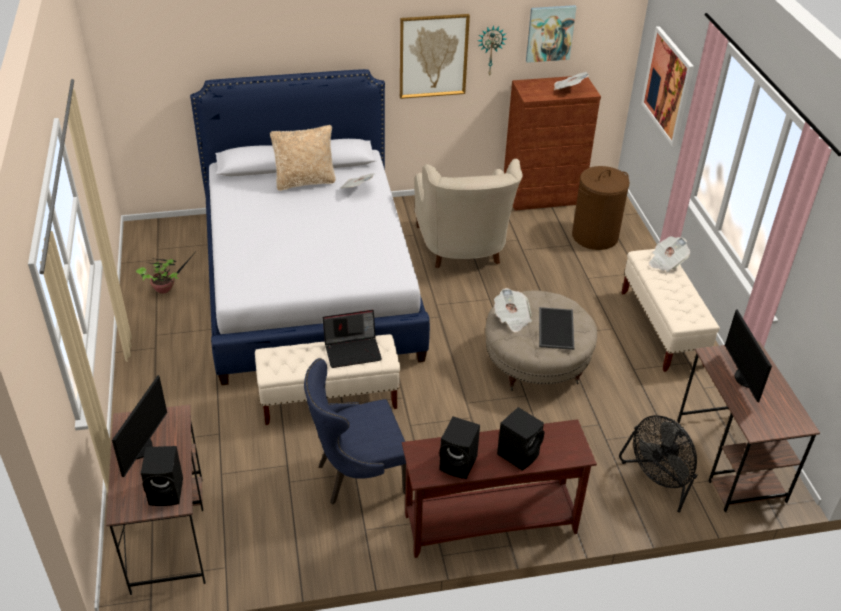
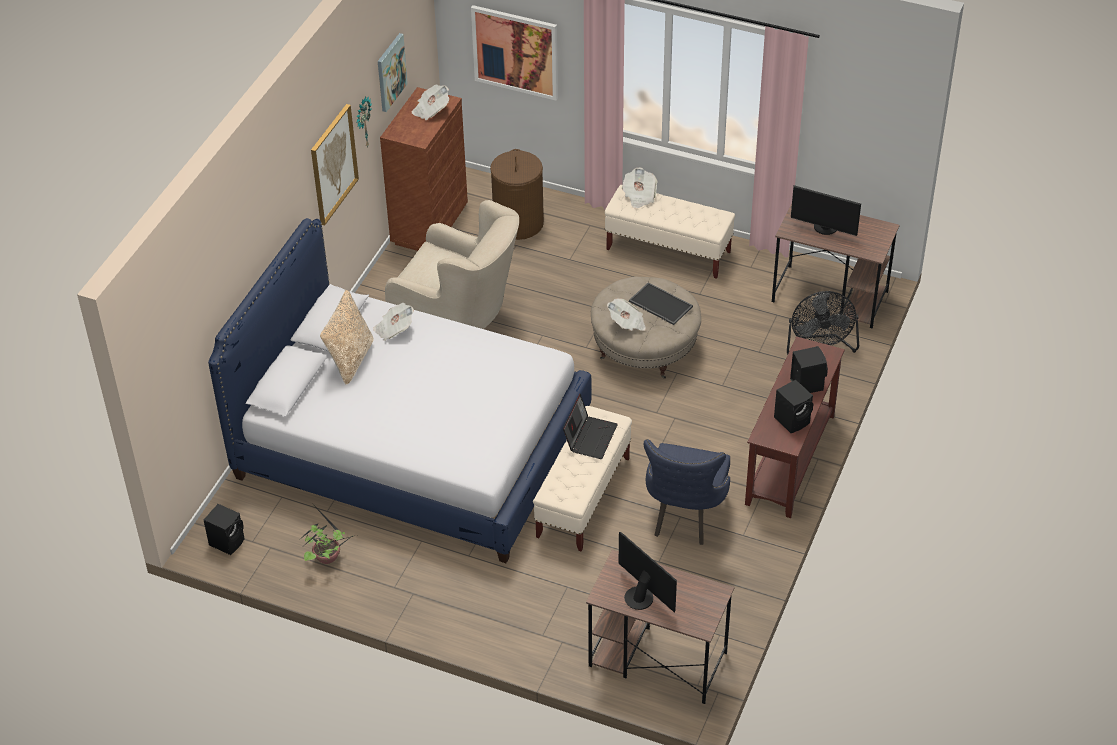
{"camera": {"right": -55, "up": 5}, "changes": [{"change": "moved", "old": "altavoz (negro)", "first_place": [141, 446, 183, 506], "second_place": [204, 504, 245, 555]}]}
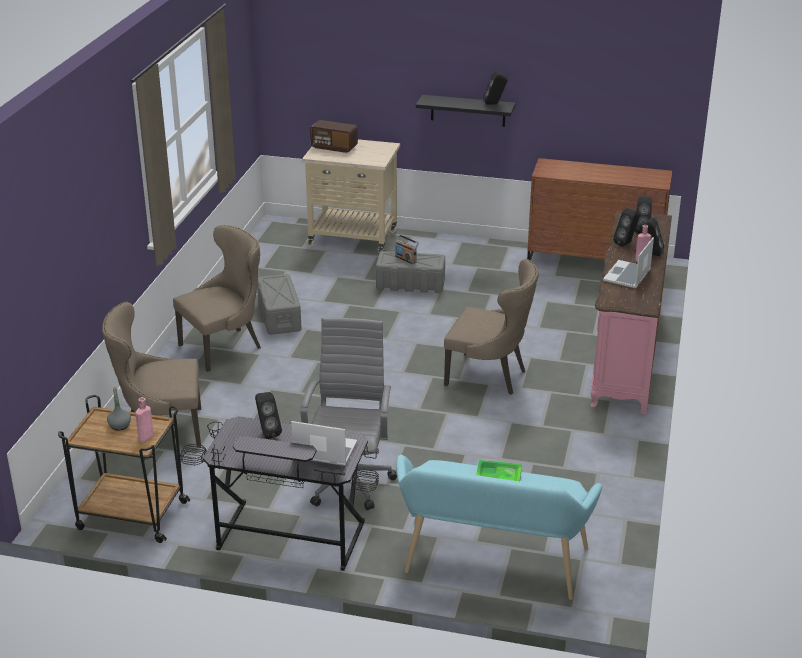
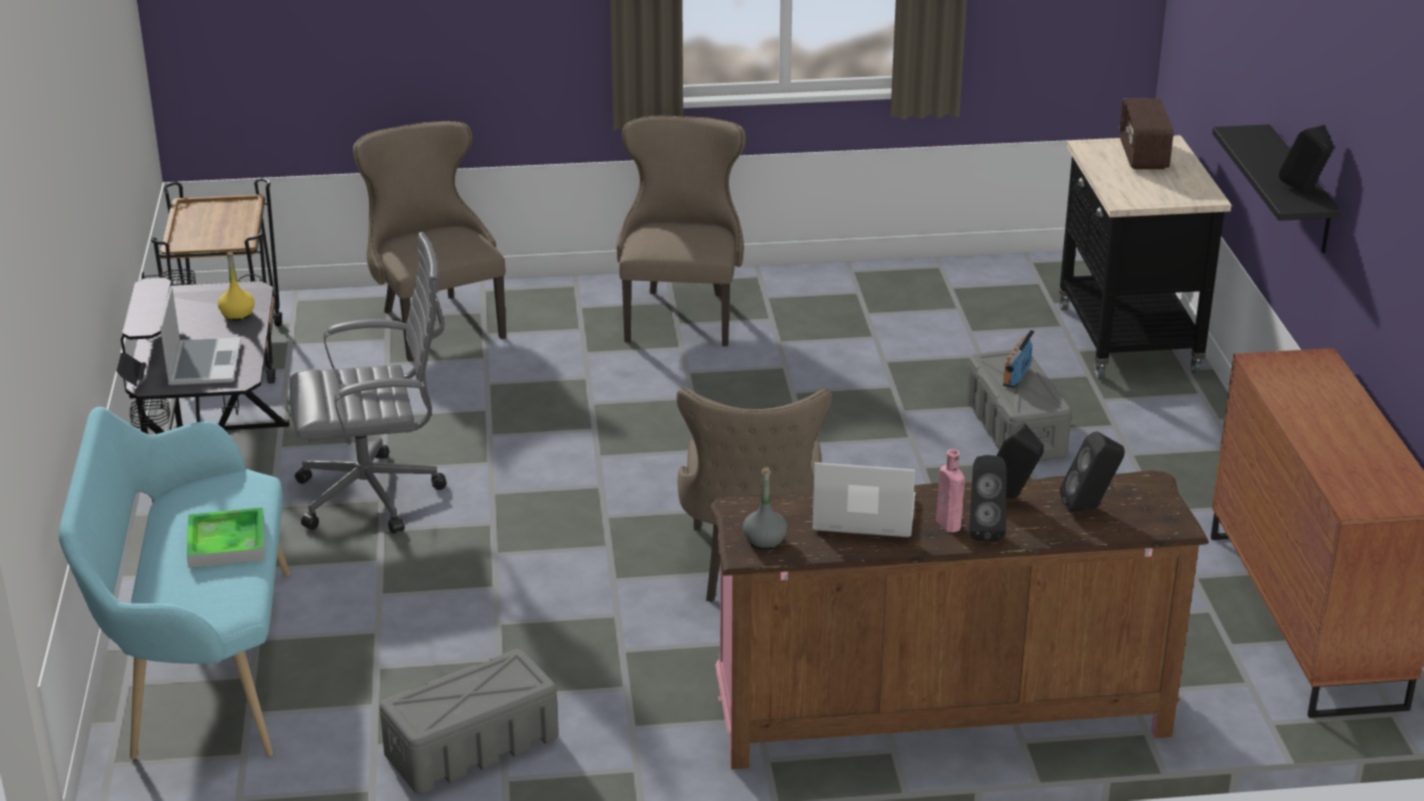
{"camera": {"right": 70, "up": 0}, "changes": [{"change": "moved", "old": "botella (gris)", "first_place": [107, 387, 131, 431], "second_place": [743, 467, 787, 550]}, {"change": "removed", "old": "botella (rosa)", "first_place": [136, 397, 154, 442]}, {"change": "turned", "old": "silla (beis)", "first_place": [173, 225, 261, 372], "second_place": [617, 115, 746, 347], "degrees": -120}, {"change": "replaced", "old": "altavoz (negro)", "new": "botella (amarillo)", "first_place": [255, 392, 282, 439], "second_place": [218, 252, 255, 321]}, {"change": "moved", "old": "caja de almacenaje (gris)", "first_place": [257, 274, 302, 335], "second_place": [379, 649, 559, 794]}, {"change": "recoloured", "old": "carrito (beis)", "new": "carrito (negro)", "first_place": [302, 139, 400, 254], "second_place": [1059, 135, 1231, 379]}]}
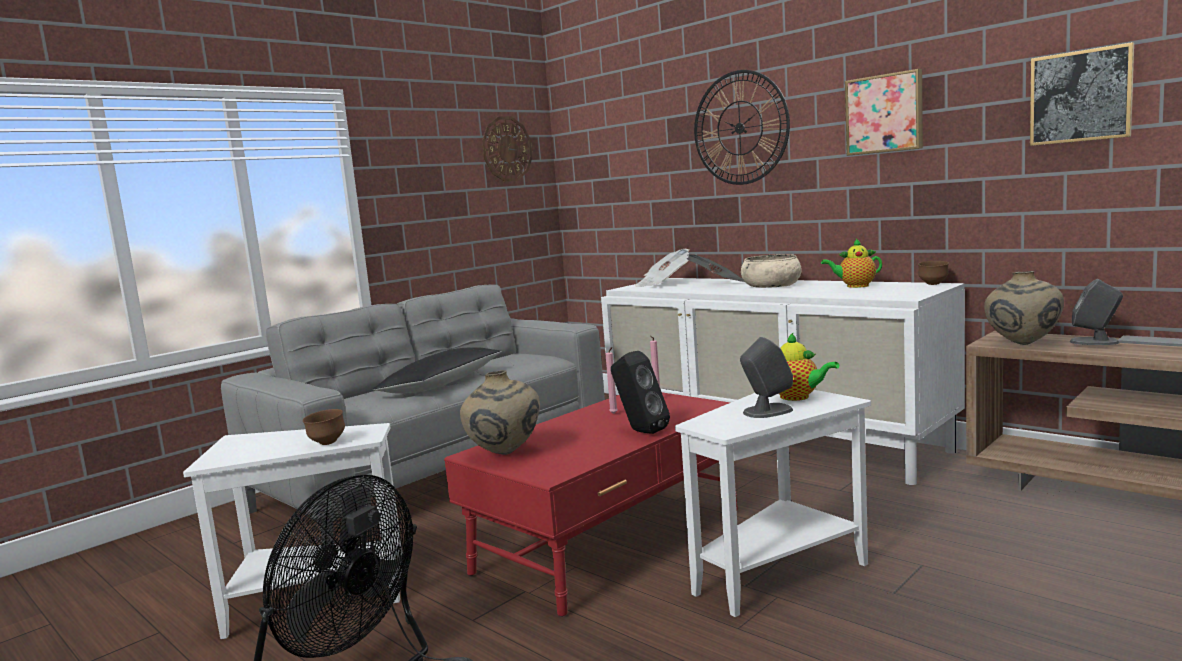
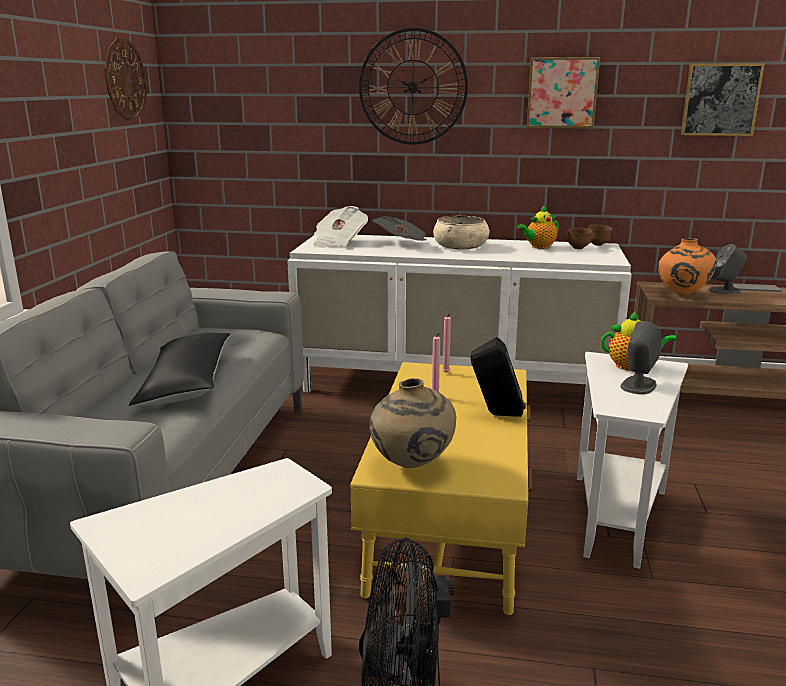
{"camera": {"right": -35, "up": 10}, "changes": [{"change": "moved", "old": "cuenco (marrón)", "first_place": [303, 409, 345, 445], "second_place": [567, 228, 592, 249]}, {"change": "recoloured", "old": "mesa de centro (rojo)", "new": "mesa de centro (amarillo)", "first_place": [444, 392, 738, 616], "second_place": [350, 362, 532, 615]}, {"change": "recoloured", "old": "florero (beis)", "new": "florero (naranja)", "first_place": [984, 271, 1064, 345], "second_place": [658, 238, 717, 296]}]}
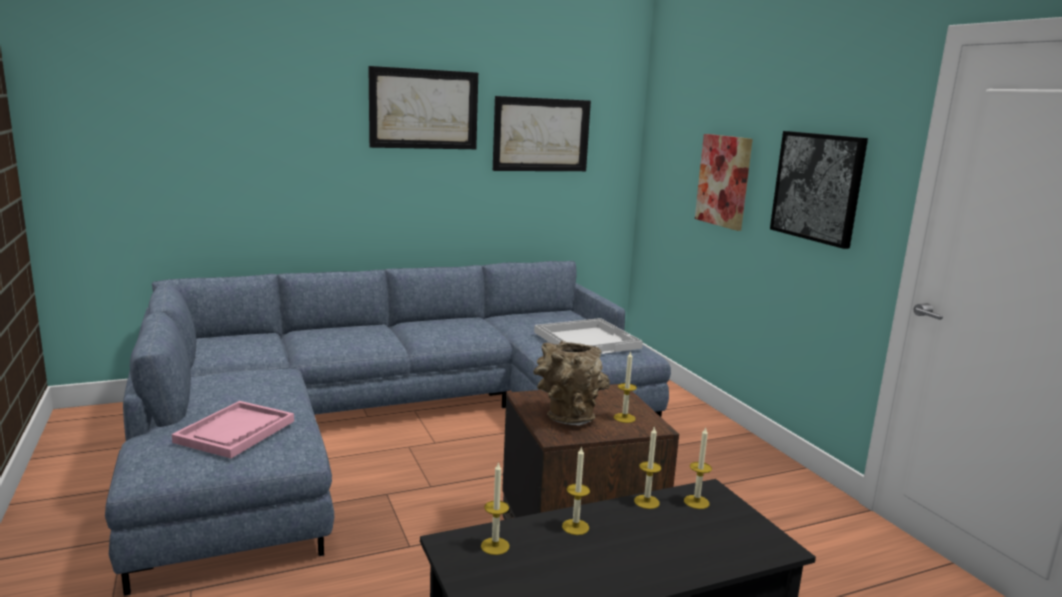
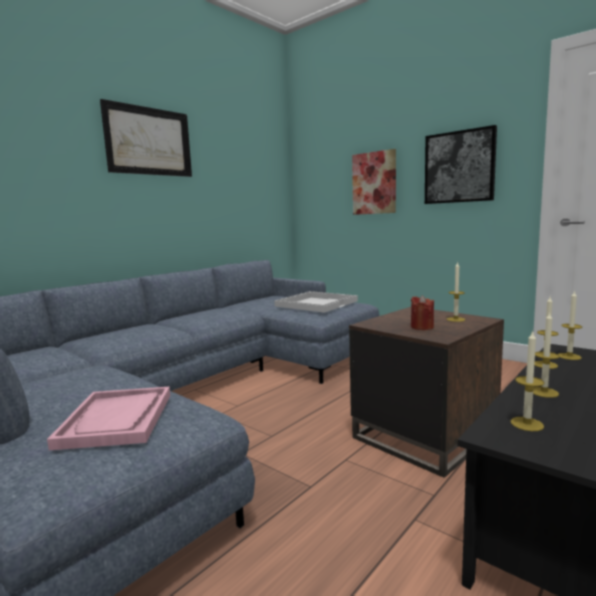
{"camera": {"right": -25, "up": -5}, "changes": [{"change": "removed", "old": "cuadro", "first_place": [493, 96, 591, 171]}, {"change": "replaced", "old": "florero (marrón)", "new": "vela (rojo)", "first_place": [533, 340, 610, 426], "second_place": [411, 295, 434, 330]}]}
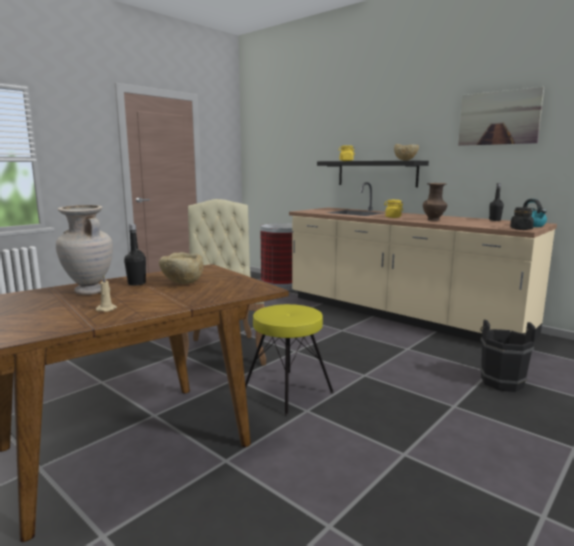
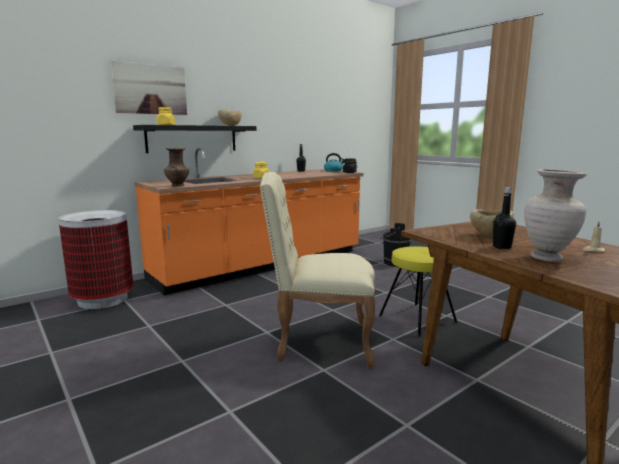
{"camera": {"right": -80, "up": 0}, "changes": [{"change": "recoloured", "old": "mueble bajo de cocina (beis)", "new": "mueble bajo de cocina (naranja)", "first_place": [289, 182, 557, 343], "second_place": [134, 148, 363, 296]}, {"change": "moved", "old": "florero (marrón)", "first_place": [423, 183, 447, 221], "second_place": [164, 148, 189, 187]}, {"change": "moved", "old": "cuadro", "first_place": [458, 87, 544, 146], "second_place": [111, 61, 187, 115]}]}
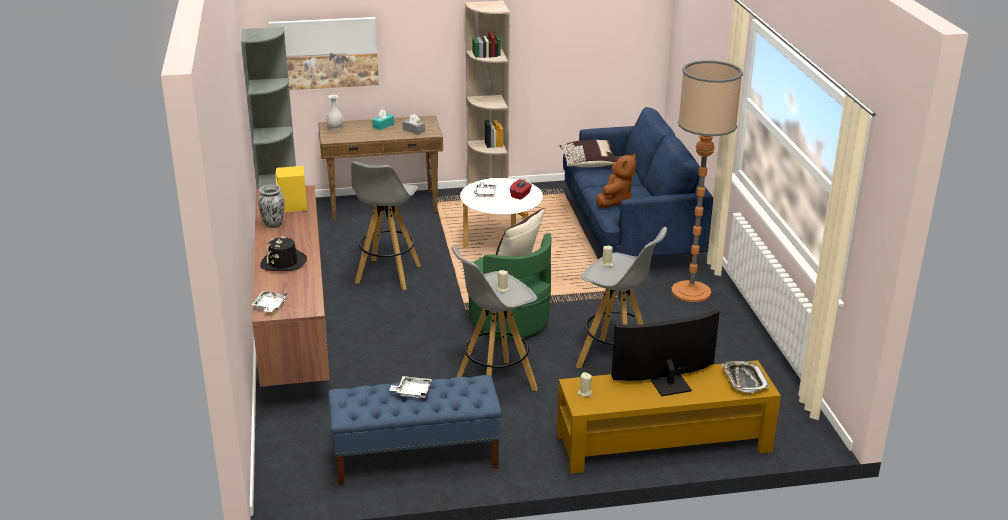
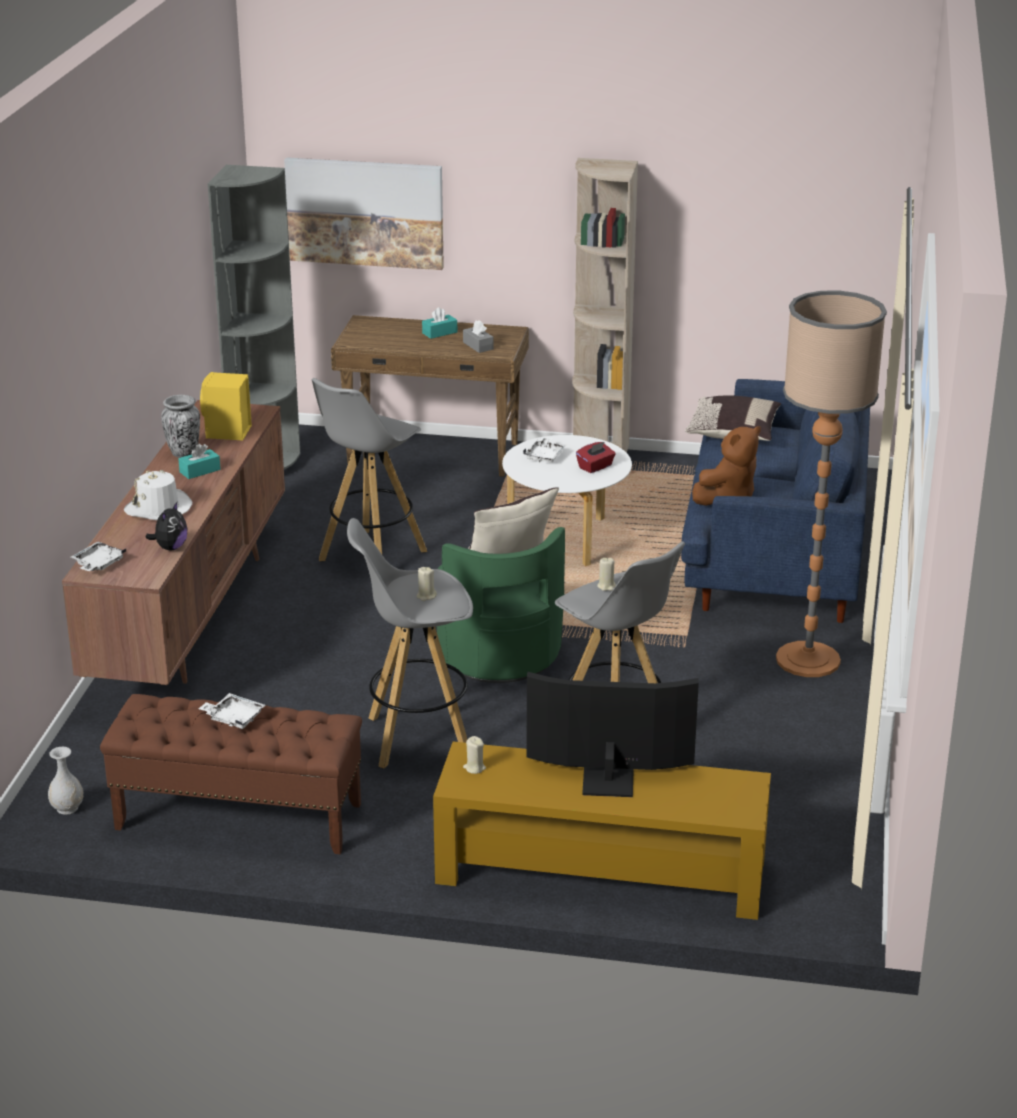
{"camera": {"right": 20, "up": 0}, "changes": [{"change": "recoloured", "old": "sombrero (negro)", "new": "sombrero (blanco)", "first_place": [260, 236, 307, 271], "second_place": [124, 470, 192, 520]}, {"change": "moved", "old": "florero (blanco)", "first_place": [326, 95, 344, 130], "second_place": [48, 747, 83, 815]}, {"change": "recoloured", "old": "banco (azul)", "new": "banco (marrón)", "first_place": [328, 375, 502, 485], "second_place": [100, 694, 362, 854]}, {"change": "removed", "old": "bandeja", "first_place": [722, 361, 769, 393]}, {"change": "added", "new": "peluche", "second_place": [145, 502, 187, 550]}, {"change": "added", "new": "caja de pañuelos (turquesa)", "second_place": [178, 443, 221, 479]}]}
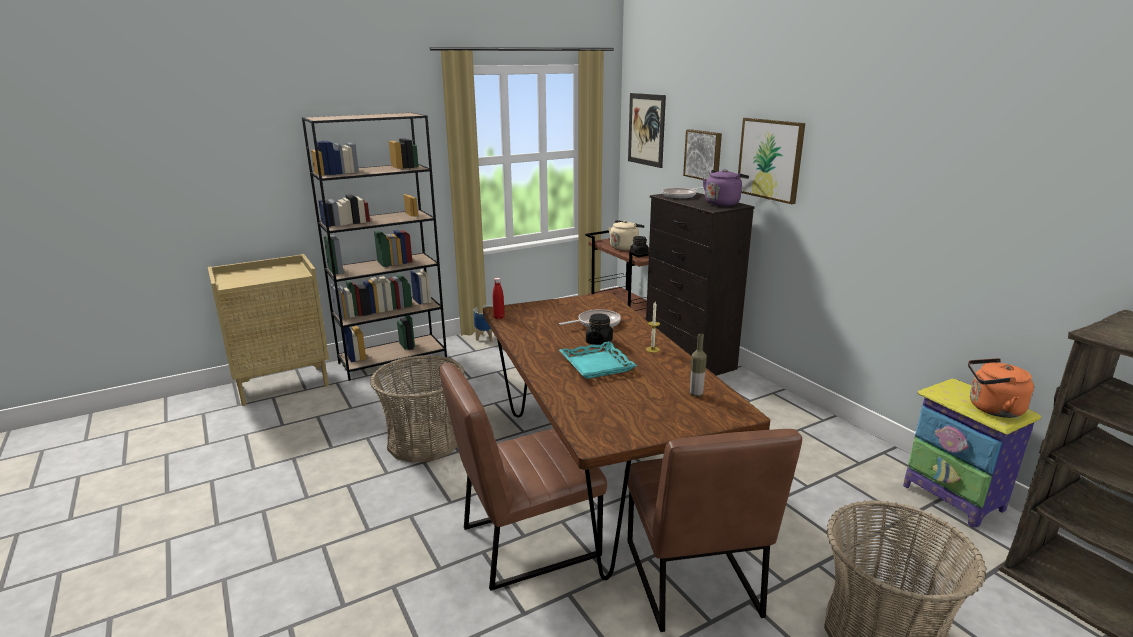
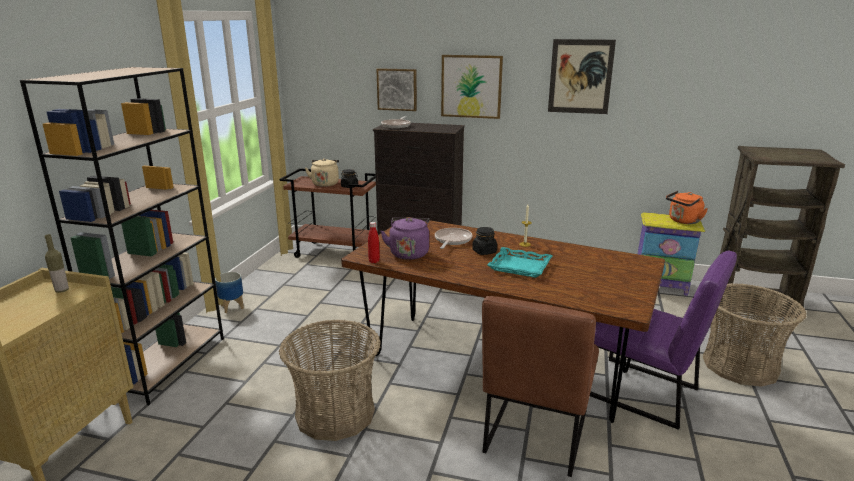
{"camera": {"right": -45, "up": 0}, "changes": [{"change": "recoloured", "old": "silla (marrón)", "new": "silla (morado)", "first_place": [625, 429, 802, 632], "second_place": [590, 250, 737, 430]}, {"change": "moved", "old": "cuadro", "first_place": [628, 93, 666, 168], "second_place": [548, 39, 616, 114]}, {"change": "moved", "old": "botella", "first_place": [690, 334, 707, 397], "second_place": [45, 234, 69, 293]}, {"change": "moved", "old": "hervidor (morado)", "first_place": [703, 169, 749, 206], "second_place": [381, 218, 429, 260]}]}
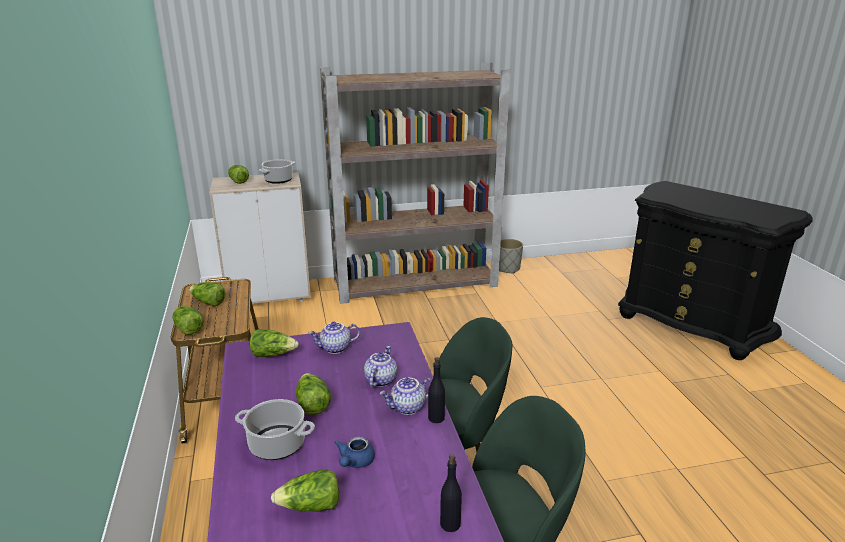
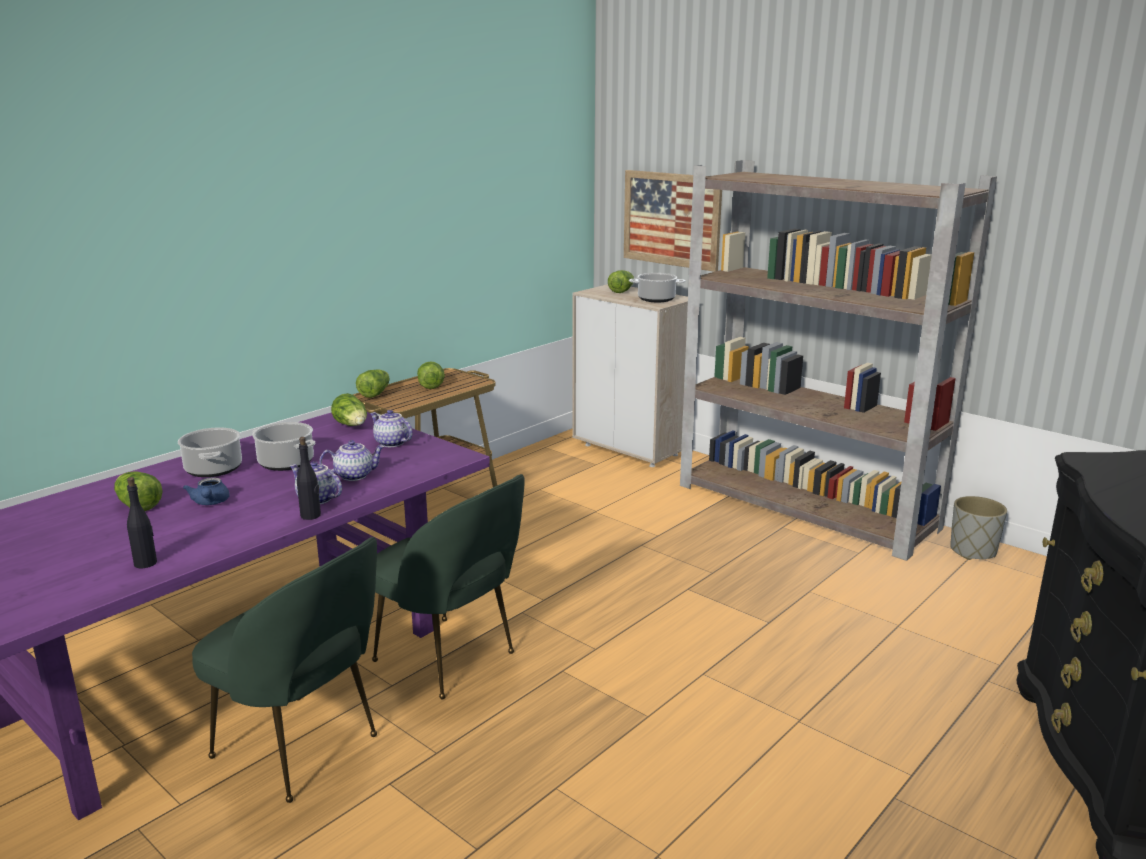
{"camera": {"right": 55, "up": -5}, "changes": [{"change": "replaced", "old": "lechuga", "new": "olla", "first_place": [296, 373, 331, 415], "second_place": [252, 422, 316, 471]}, {"change": "turned", "old": "tetera (azul)", "first_place": [334, 436, 375, 468], "second_place": [183, 477, 230, 505], "degrees": -90}, {"change": "added", "new": "cuadro", "second_place": [624, 170, 722, 272]}]}
